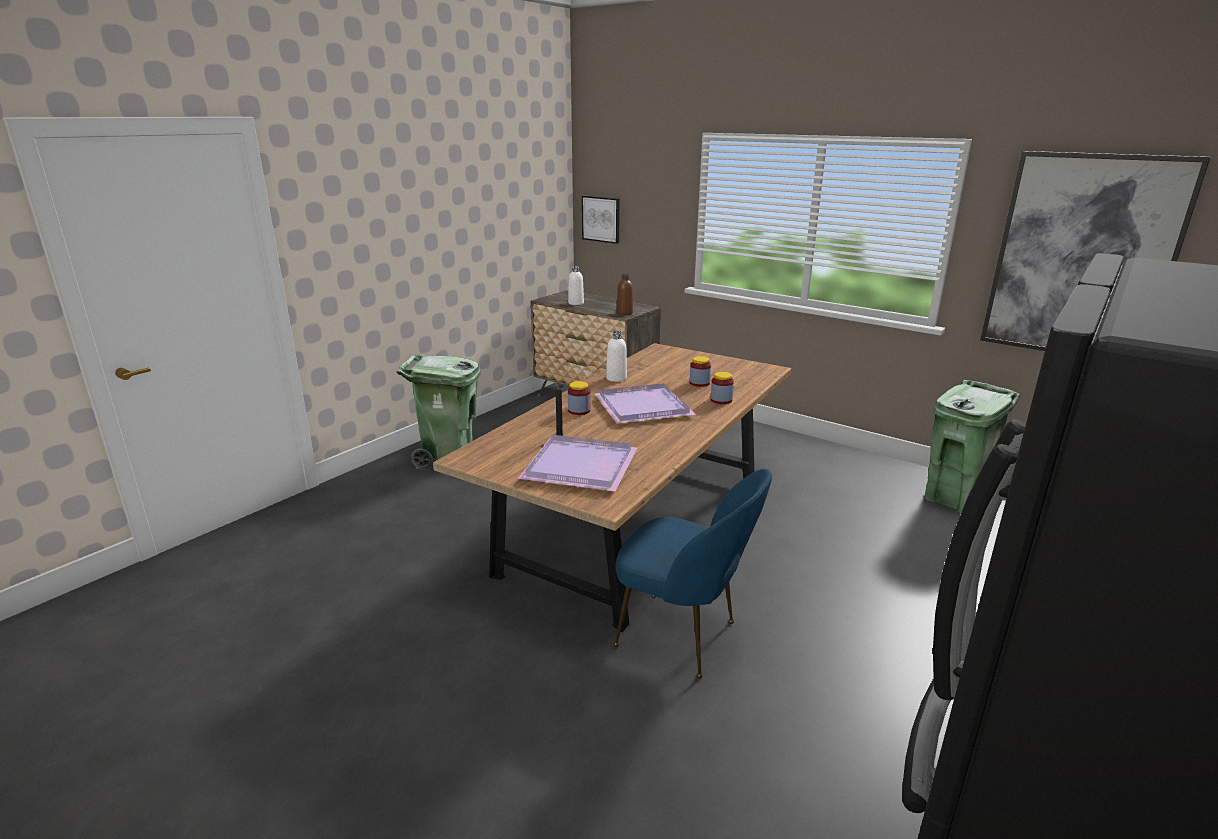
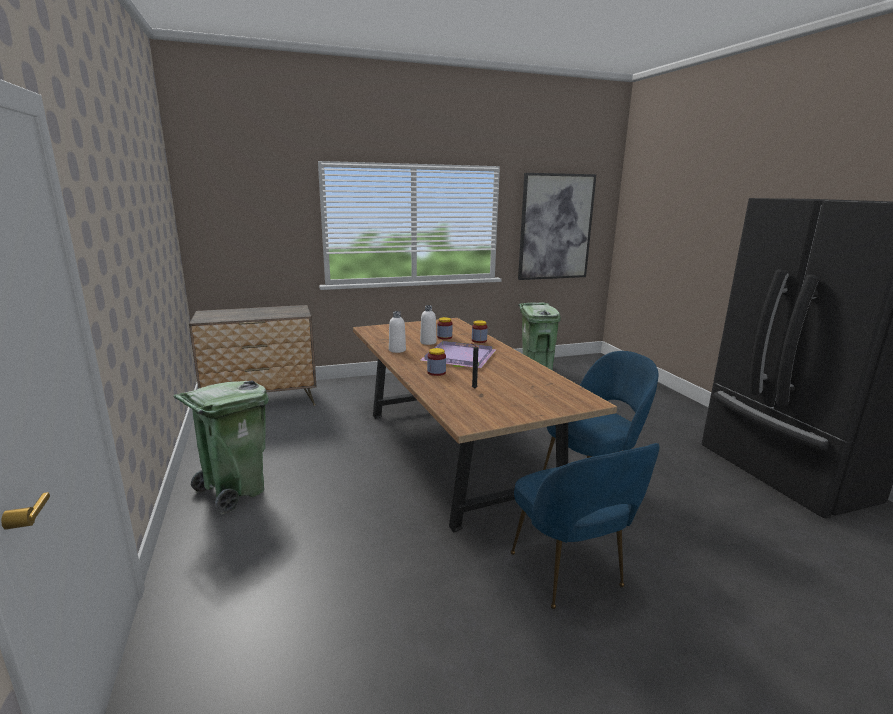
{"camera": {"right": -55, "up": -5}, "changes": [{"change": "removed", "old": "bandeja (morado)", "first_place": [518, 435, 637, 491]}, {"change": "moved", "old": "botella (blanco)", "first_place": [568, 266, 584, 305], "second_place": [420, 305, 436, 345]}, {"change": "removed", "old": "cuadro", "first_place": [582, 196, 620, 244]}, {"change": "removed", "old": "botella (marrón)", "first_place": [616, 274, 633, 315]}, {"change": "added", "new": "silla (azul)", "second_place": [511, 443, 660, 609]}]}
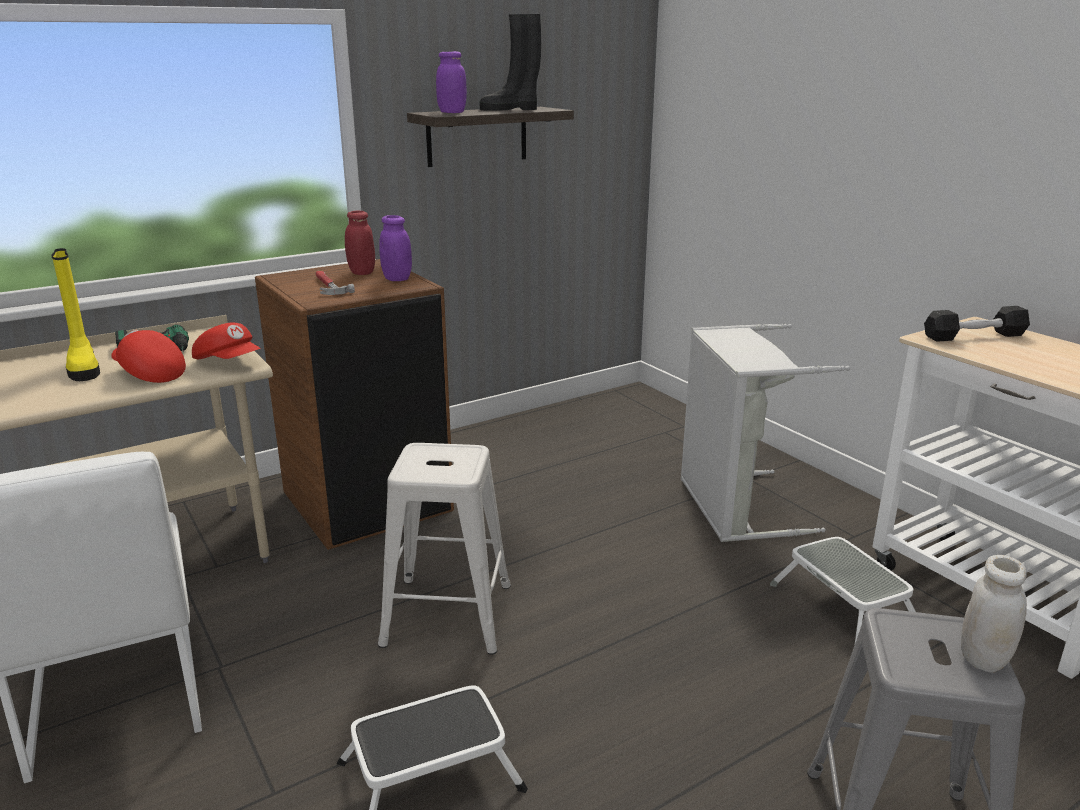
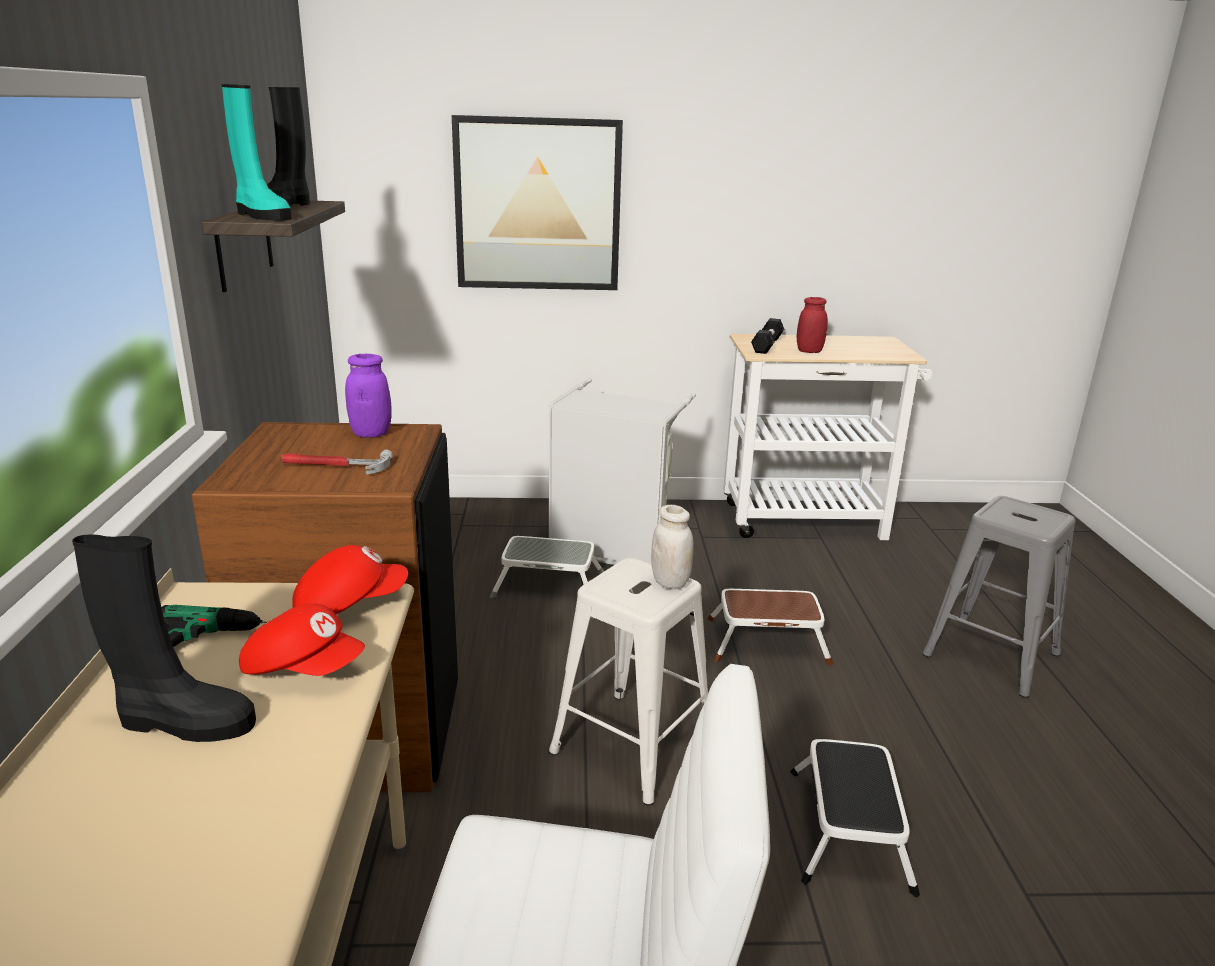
{"camera": {"right": -60, "up": 0}, "changes": [{"change": "recoloured", "old": "bota (amarillo)", "new": "bota (negro)", "first_place": [51, 248, 100, 381], "second_place": [72, 534, 256, 742]}, {"change": "turned", "old": "gorra (rojo)", "first_place": [111, 330, 186, 383], "second_place": [239, 603, 365, 676], "degrees": -135}, {"change": "moved", "old": "tarro (rojo)", "first_place": [345, 211, 375, 275], "second_place": [797, 297, 828, 353]}, {"change": "replaced", "old": "tarro (morado)", "new": "bota (turquesa)", "first_place": [436, 51, 467, 113], "second_place": [222, 84, 292, 221]}, {"change": "moved", "old": "escalera de tijera (gris)", "first_place": [770, 537, 916, 646], "second_place": [490, 536, 604, 598]}, {"change": "moved", "old": "tarro (blanco)", "first_place": [961, 555, 1027, 673], "second_place": [651, 505, 693, 589]}, {"change": "added", "new": "cuadro", "second_place": [452, 115, 623, 290]}, {"change": "added", "new": "escalera de tijera (marrón)", "second_place": [707, 589, 833, 666]}]}
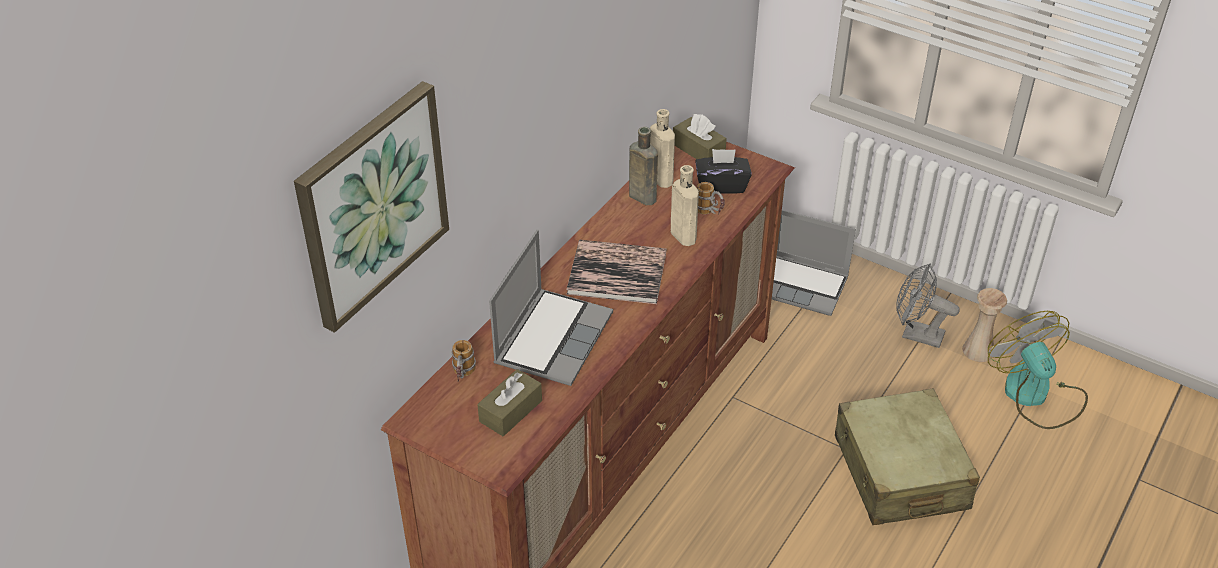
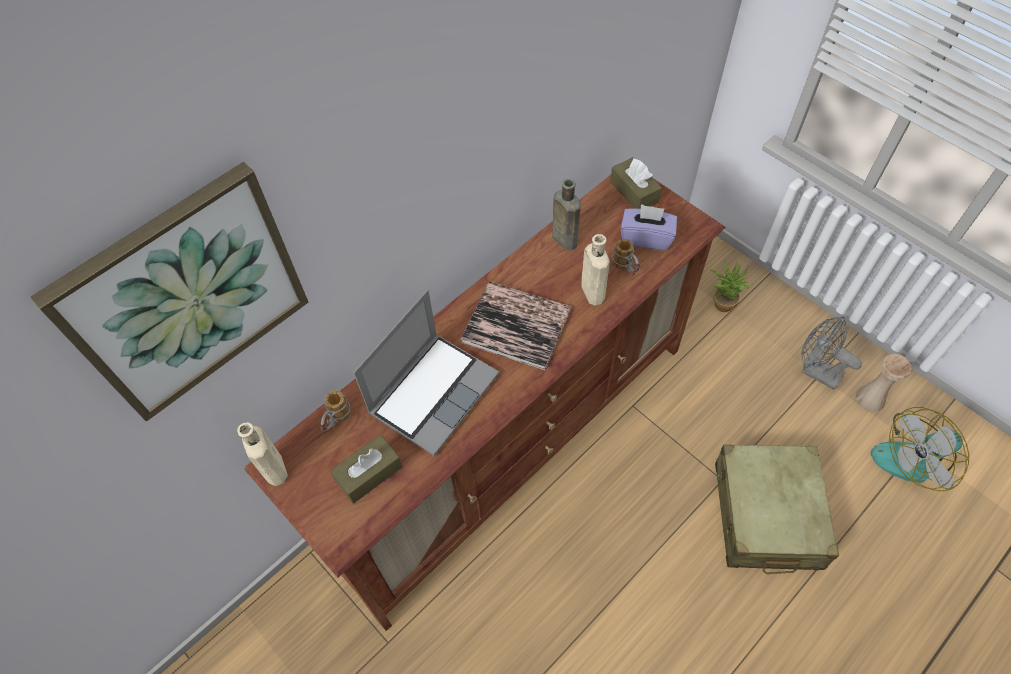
{"camera": {"right": 15, "up": 15}, "changes": [{"change": "moved", "old": "botella (beis)", "first_place": [650, 109, 675, 188], "second_place": [237, 422, 288, 486]}, {"change": "recoloured", "old": "caja de pañuelos (negro)", "new": "caja de pañuelos (morado)", "first_place": [695, 149, 752, 194], "second_place": [620, 204, 677, 251]}, {"change": "replaced", "old": "portátil", "new": "planta en maceta", "first_place": [772, 210, 856, 316], "second_place": [710, 259, 751, 312]}, {"change": "turned", "old": "ventilador", "first_place": [988, 311, 1088, 429], "second_place": [871, 407, 969, 491], "degrees": -105}]}
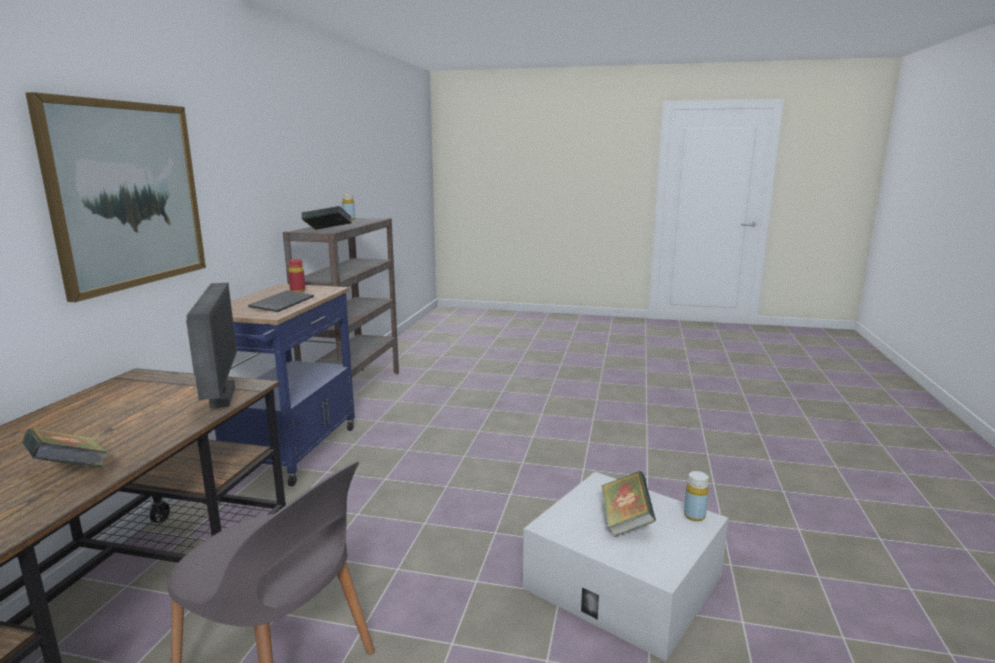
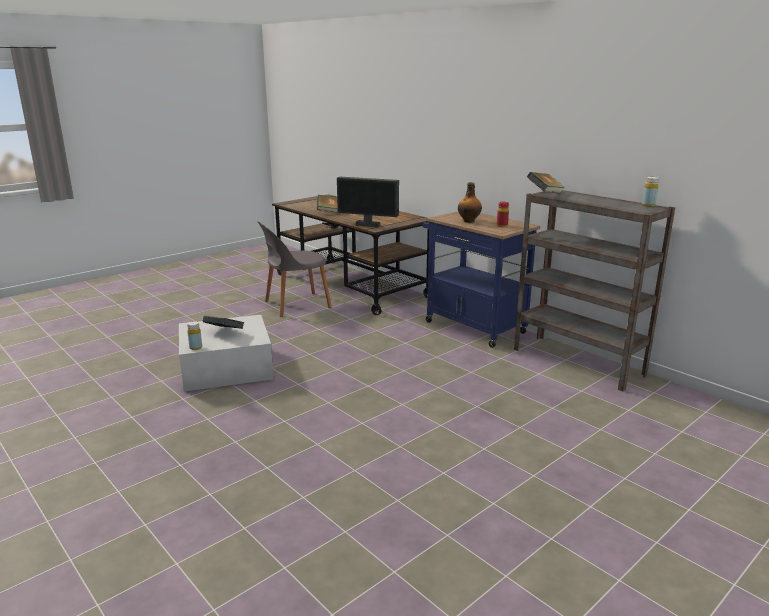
{"camera": {"right": 125, "up": 5}, "changes": [{"change": "removed", "old": "cuadro", "first_place": [26, 92, 206, 302]}, {"change": "replaced", "old": "teclado", "new": "botella", "first_place": [248, 290, 314, 312], "second_place": [458, 182, 482, 223]}]}
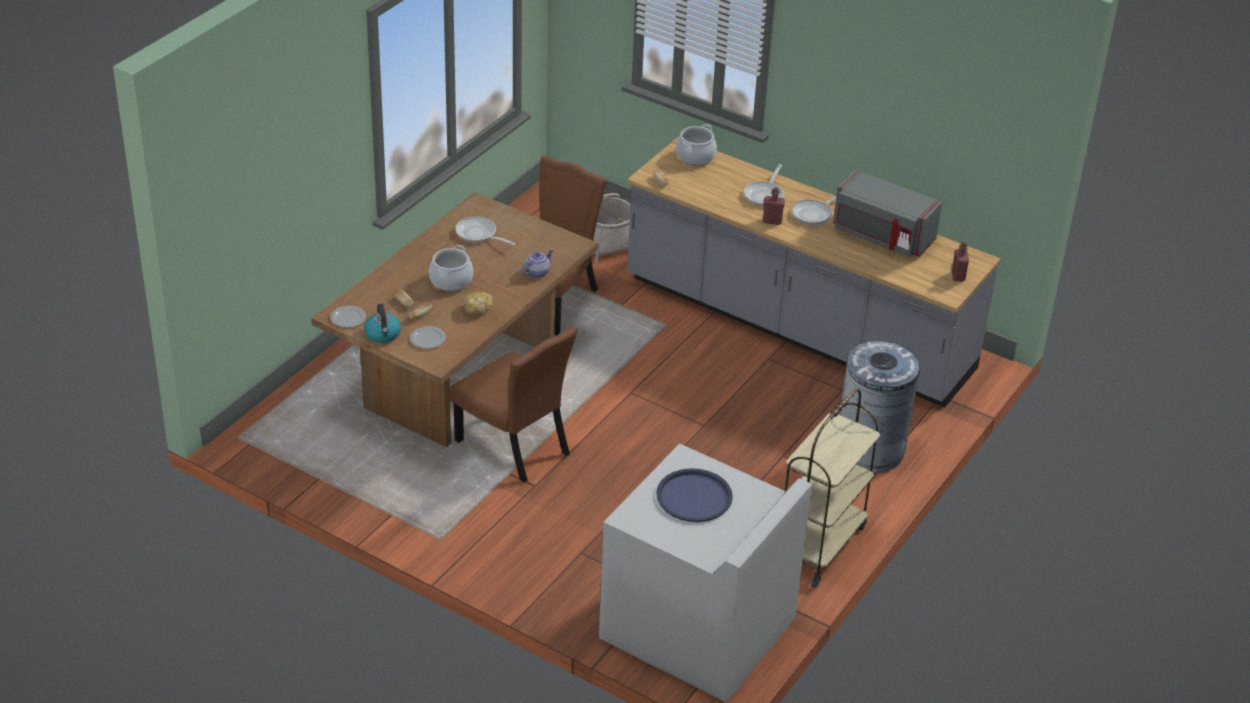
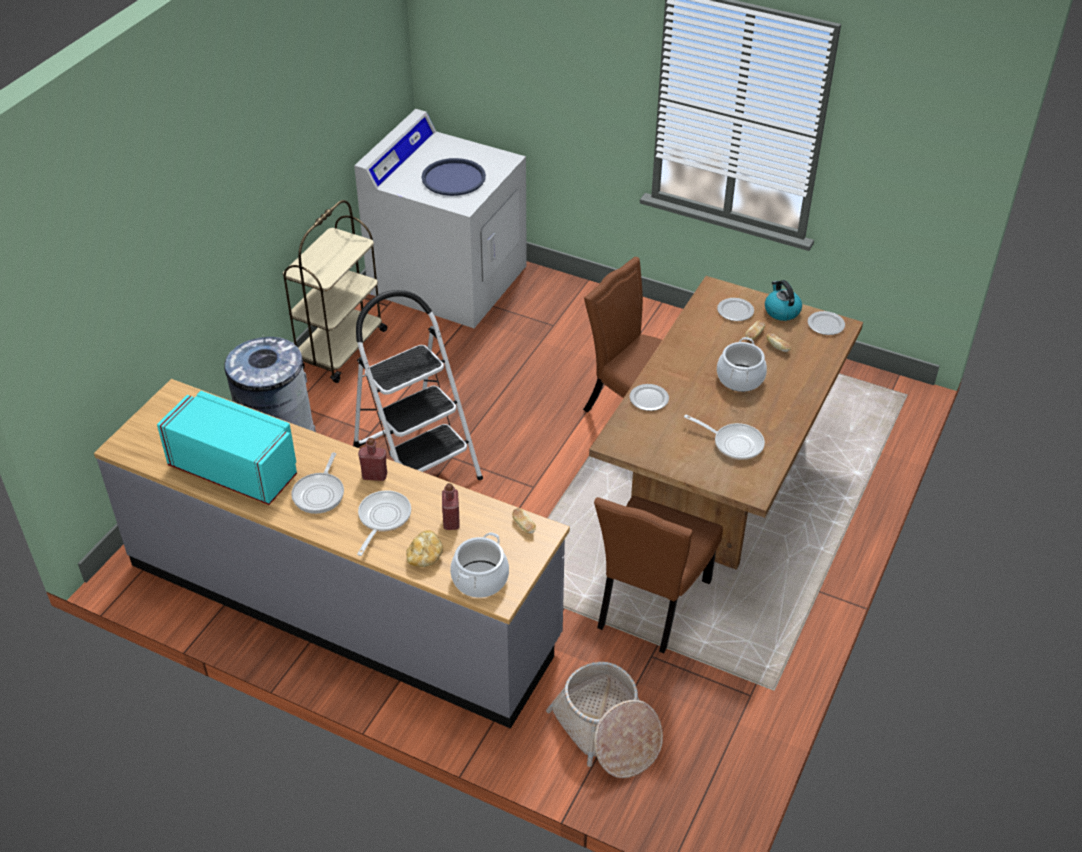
{"camera": {"right": 175, "up": 5}, "changes": [{"change": "moved", "old": "pan", "first_place": [463, 292, 493, 315], "second_place": [406, 530, 443, 567]}, {"change": "replaced", "old": "tetera", "new": "plato", "first_place": [521, 250, 553, 278], "second_place": [630, 384, 669, 411]}, {"change": "turned", "old": "sartén", "first_place": [792, 196, 836, 226], "second_place": [291, 452, 344, 514], "degrees": 150}, {"change": "recoloured", "old": "microondas (gris)", "new": "microondas (turquesa)", "first_place": [833, 170, 942, 257], "second_place": [157, 391, 297, 505]}, {"change": "moved", "old": "botella (rojo)", "first_place": [952, 242, 969, 282], "second_place": [442, 483, 460, 530]}, {"change": "added", "new": "escalera de tijera", "second_place": [353, 290, 483, 480]}]}
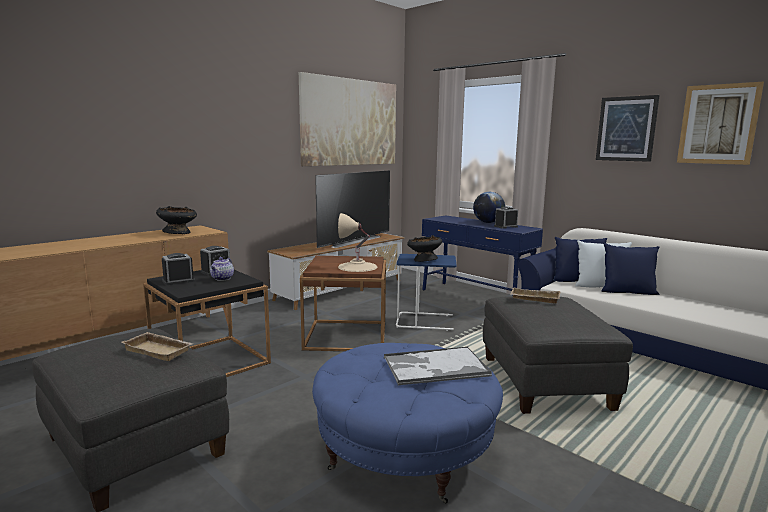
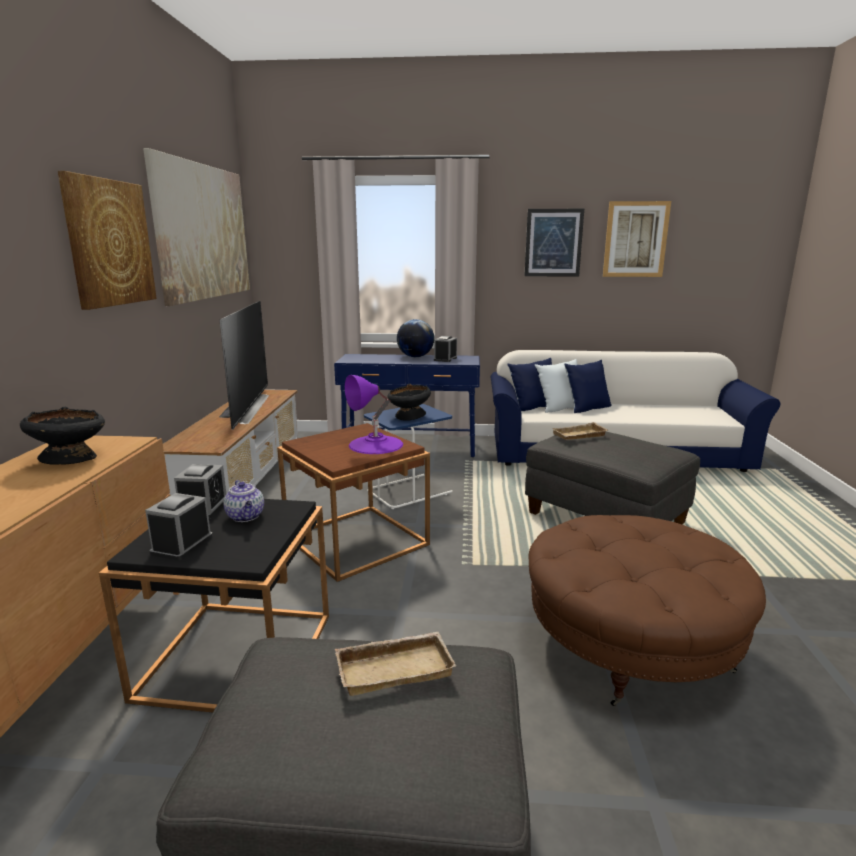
{"camera": {"right": -40, "up": 5}, "changes": [{"change": "recoloured", "old": "puf (azul)", "new": "puf (marrón)", "first_place": [312, 343, 503, 503], "second_place": [529, 515, 766, 706]}, {"change": "recoloured", "old": "lámpara de mesa (beis)", "new": "lámpara de mesa (morado)", "first_place": [338, 213, 377, 272], "second_place": [345, 375, 403, 454]}, {"change": "removed", "old": "bandeja", "first_place": [384, 347, 492, 386]}, {"change": "added", "new": "cuadro", "second_place": [58, 171, 157, 310]}]}
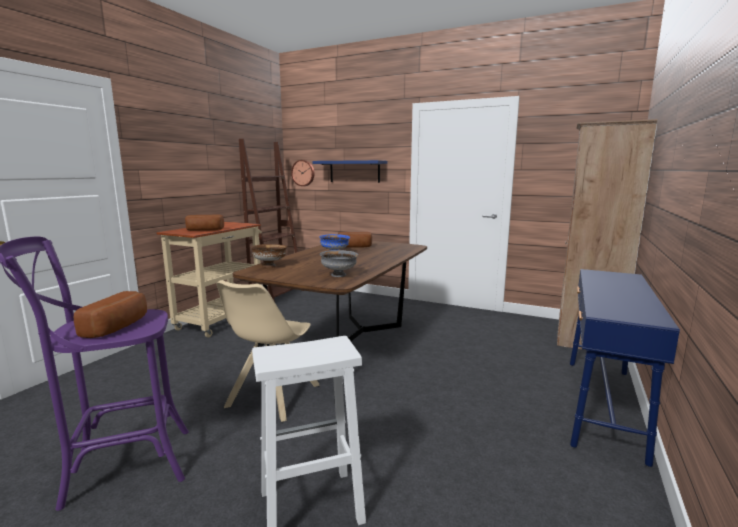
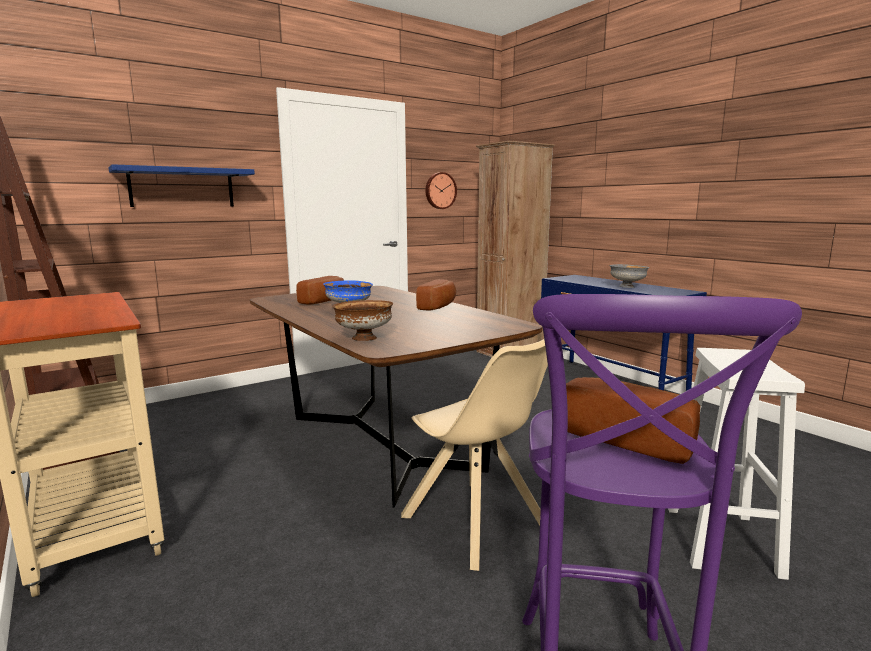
{"camera": {"right": -60, "up": 0}, "changes": [{"change": "moved", "old": "pan", "first_place": [185, 215, 224, 231], "second_place": [416, 279, 456, 310]}, {"change": "moved", "old": "reloj de pared", "first_place": [291, 160, 315, 186], "second_place": [425, 172, 457, 209]}, {"change": "moved", "old": "cuenco (gris)", "first_place": [320, 250, 358, 277], "second_place": [609, 264, 649, 288]}]}
